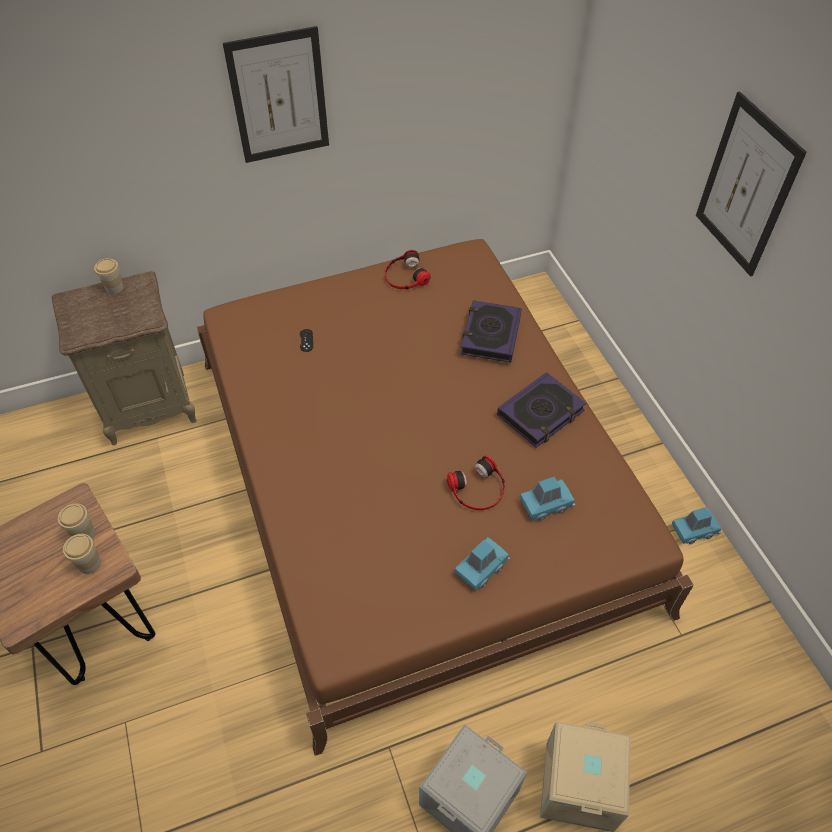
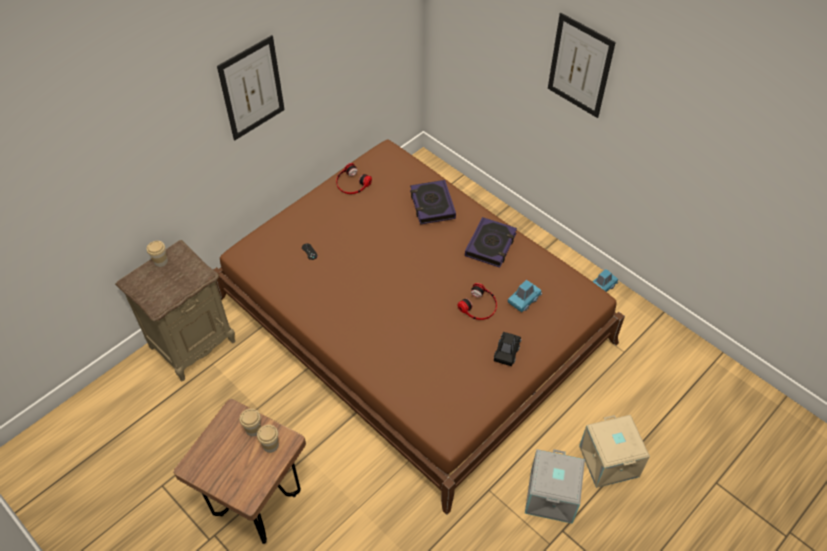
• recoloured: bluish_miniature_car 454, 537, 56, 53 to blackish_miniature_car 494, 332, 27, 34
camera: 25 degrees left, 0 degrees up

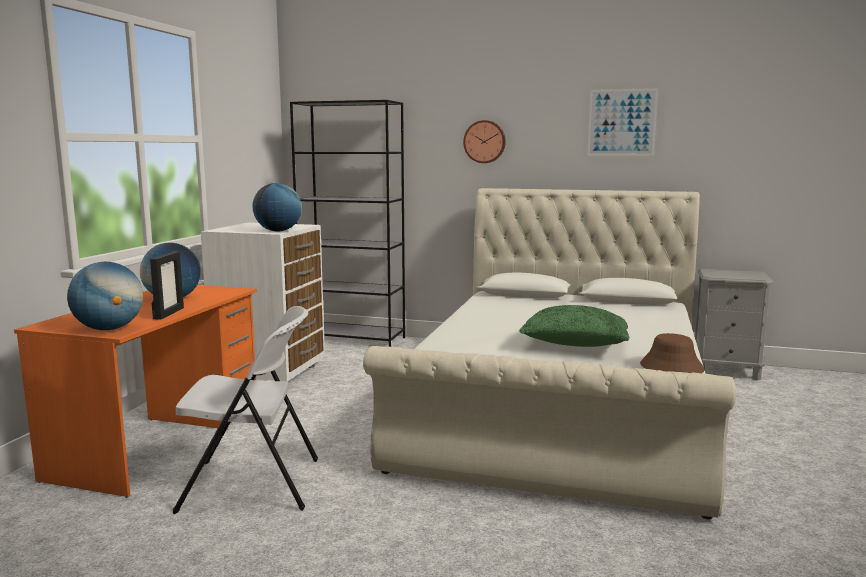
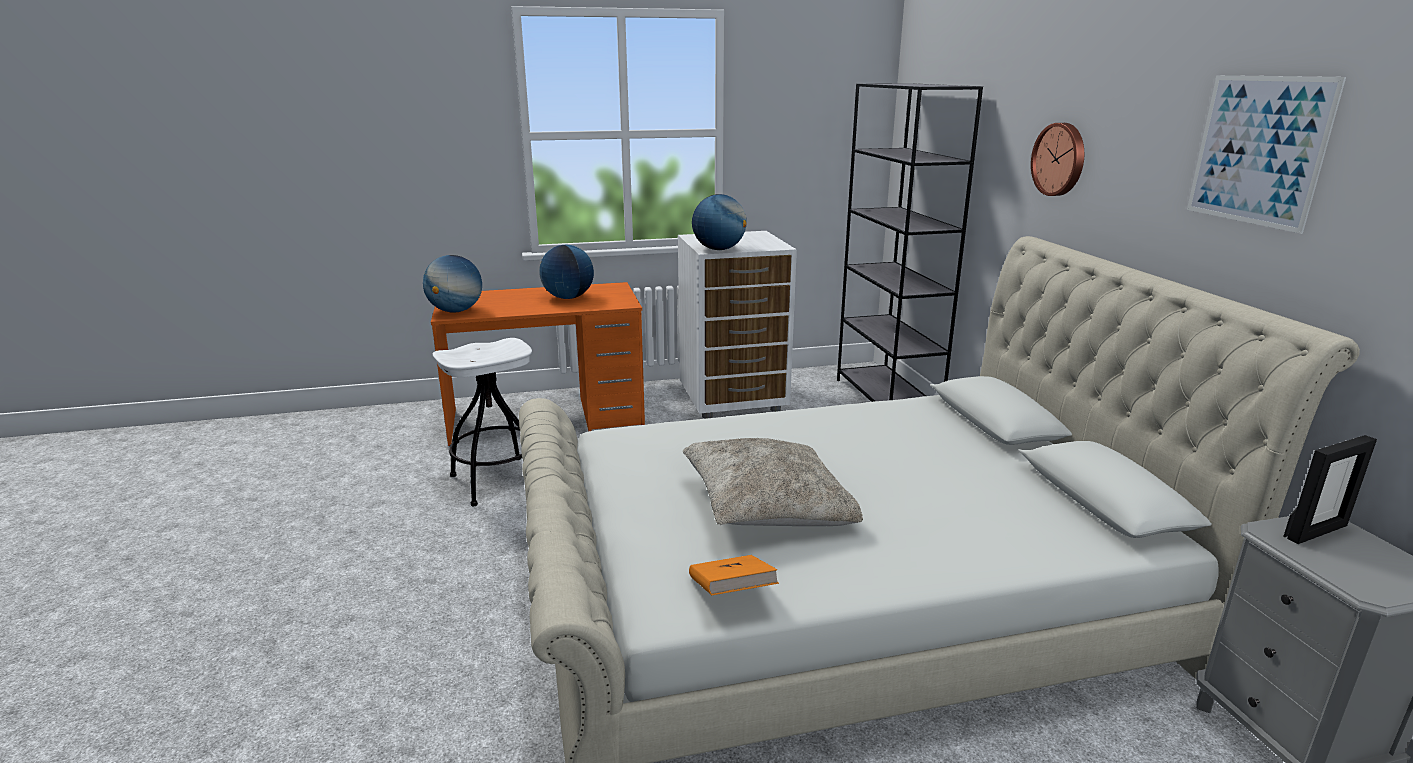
• moved: picture_frame 150, 252, 34, 68 to 1283, 435, 94, 109
• recoloured: greenish_throw_pillow 520, 305, 109, 42 to beige_throw_pillow 683, 438, 180, 88
• replaced: whitish_chair 173, 306, 145, 208 to whitish_stool_seat 433, 338, 99, 168
• replaced: brown-coloured_clothing_hat 640, 333, 65, 40 to orangey_volume 689, 555, 90, 40
camera: 60 degrees right, 10 degrees up

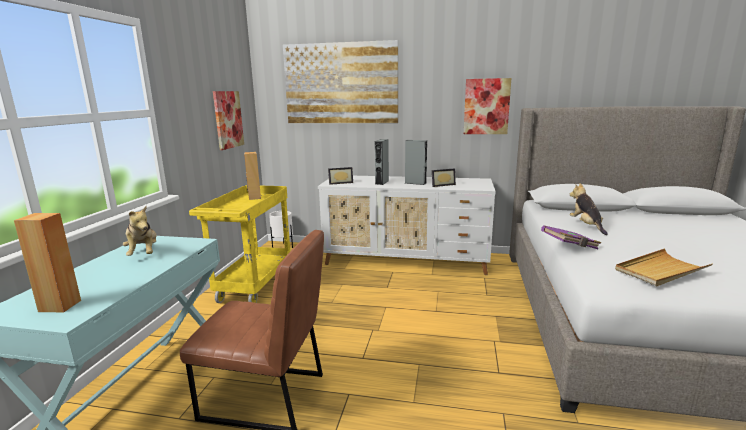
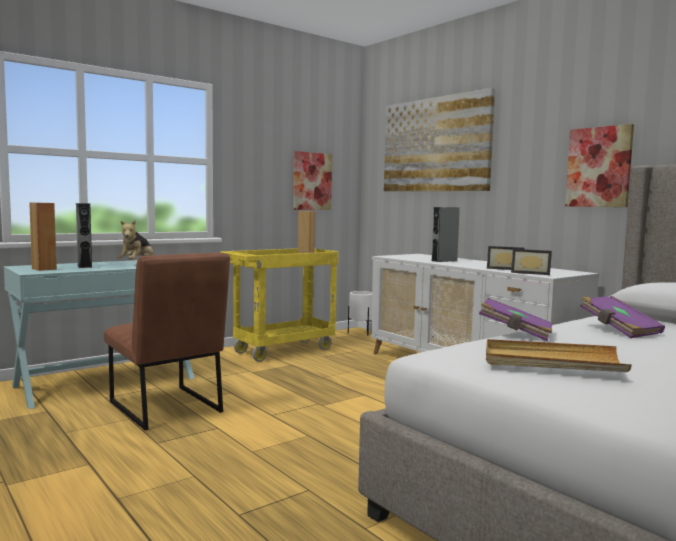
• moved: grey_loudspeaker 404, 140, 23, 45 to 76, 203, 16, 65
• moved: picture_frame 328, 167, 25, 18 to 511, 249, 41, 26
• replaced: soft_toy 570, 183, 38, 52 to purplish_volume 580, 296, 85, 42
camera: 40 degrees right, 10 degrees down

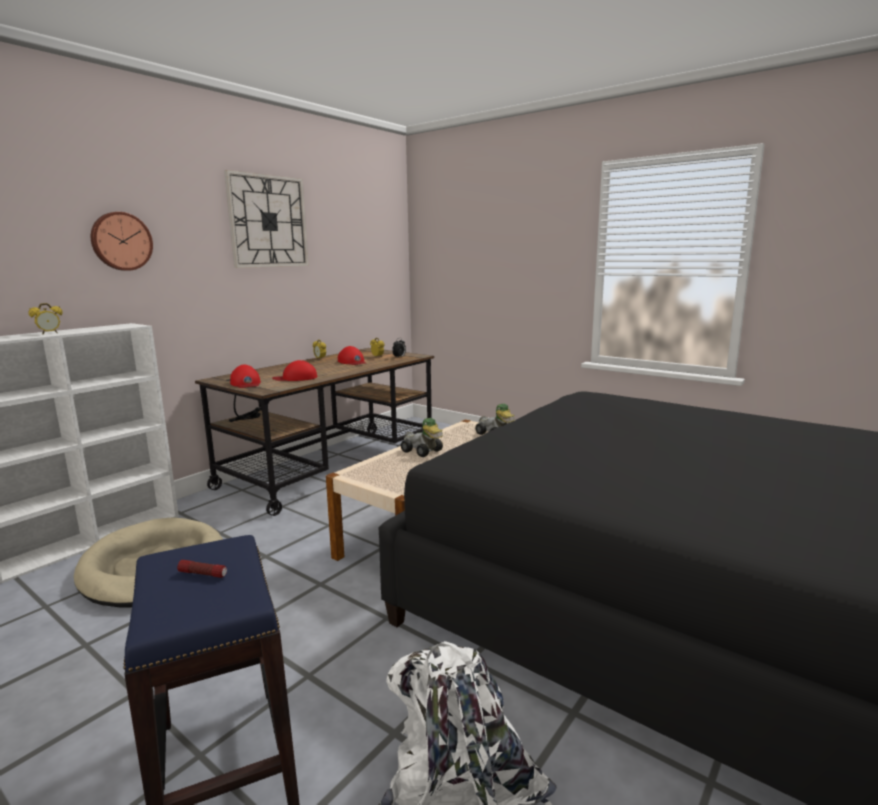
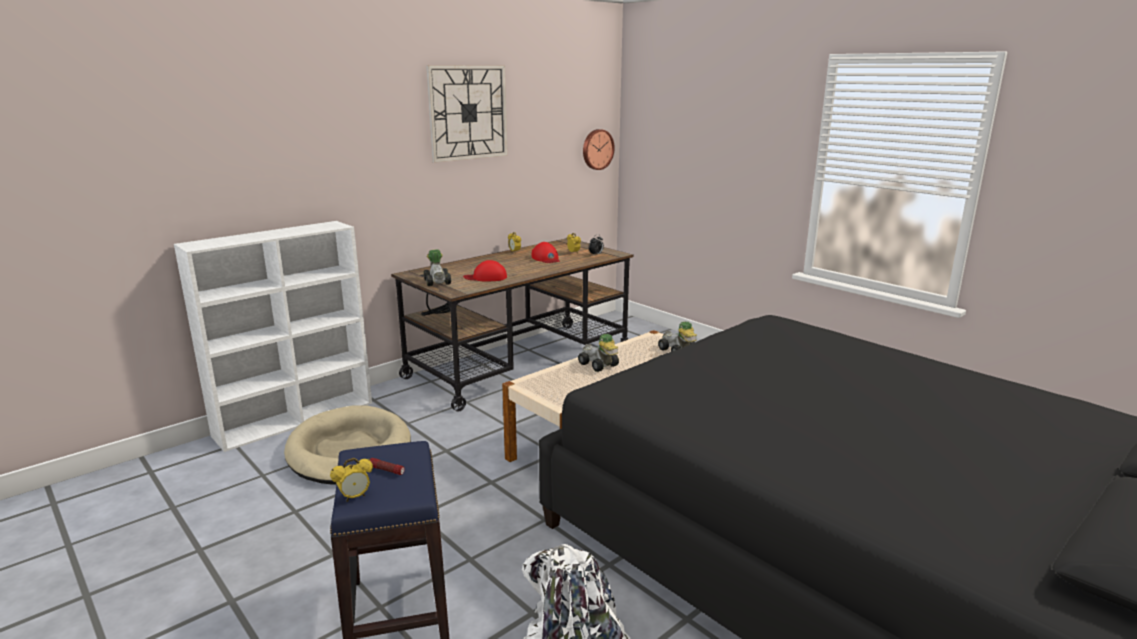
• moved: hanging_clock 91, 212, 62, 59 to 583, 129, 32, 41
• moved: alarm_clock 28, 303, 35, 31 to 330, 458, 43, 44
• replaced: red_baseball_cap 230, 365, 31, 23 to miniature_car 424, 250, 27, 36
camera: 10 degrees right, 5 degrees up

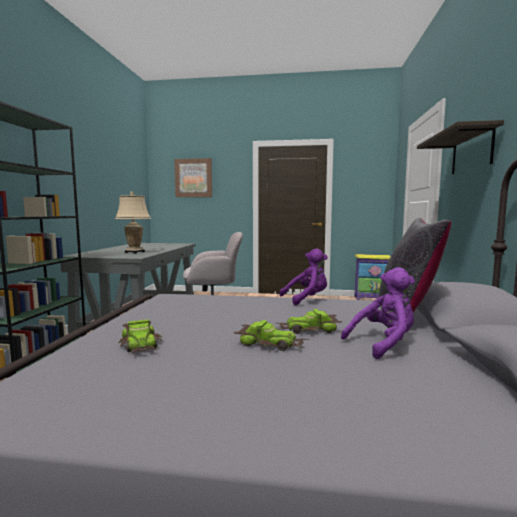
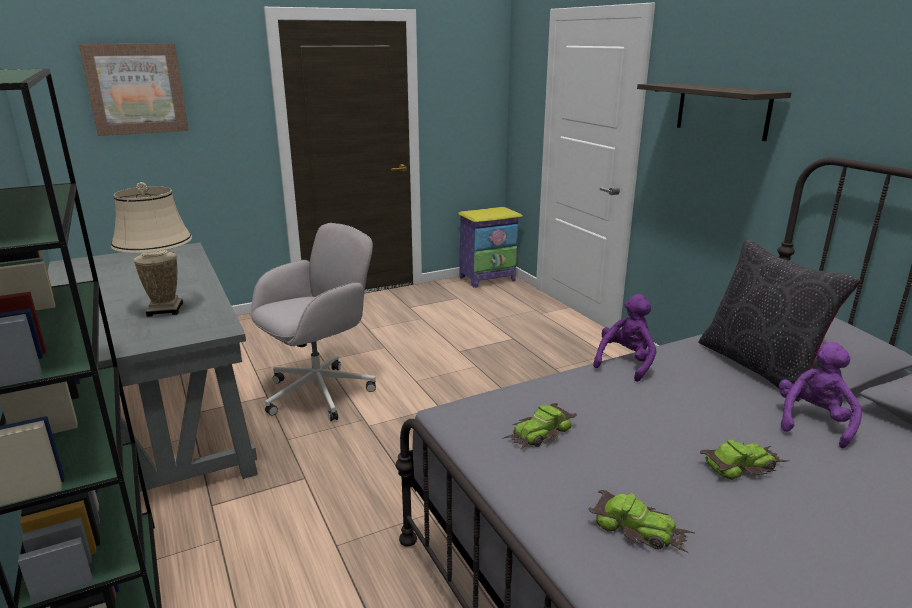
• moved: miniature_car 278, 309, 65, 25 to 504, 403, 73, 47
camera: 35 degrees left, 15 degrees up

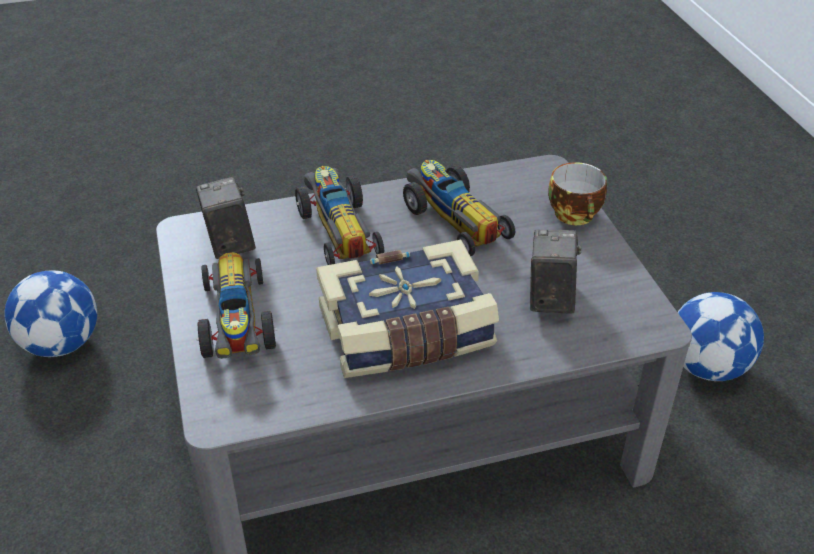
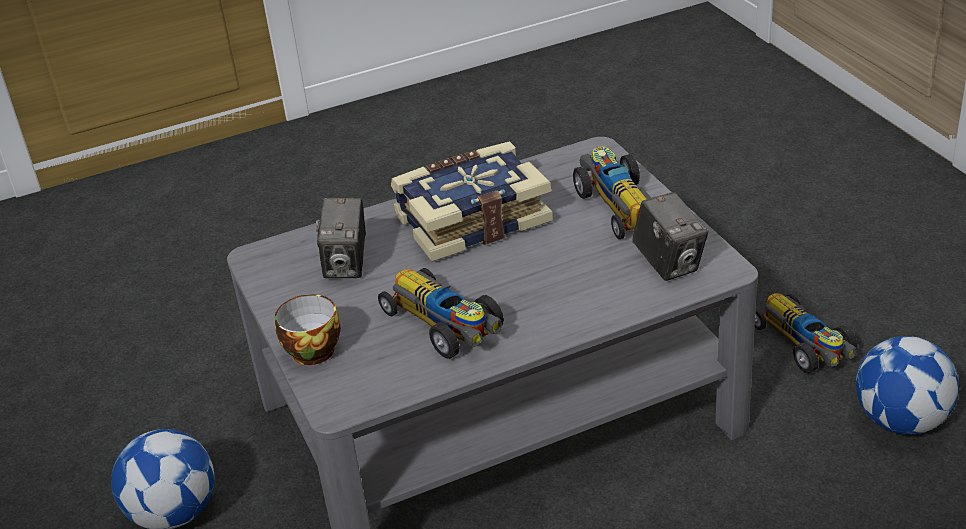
• moved: miniature_car 295, 166, 89, 99 to 755, 293, 102, 81
camera: 175 degrees right, 5 degrees down

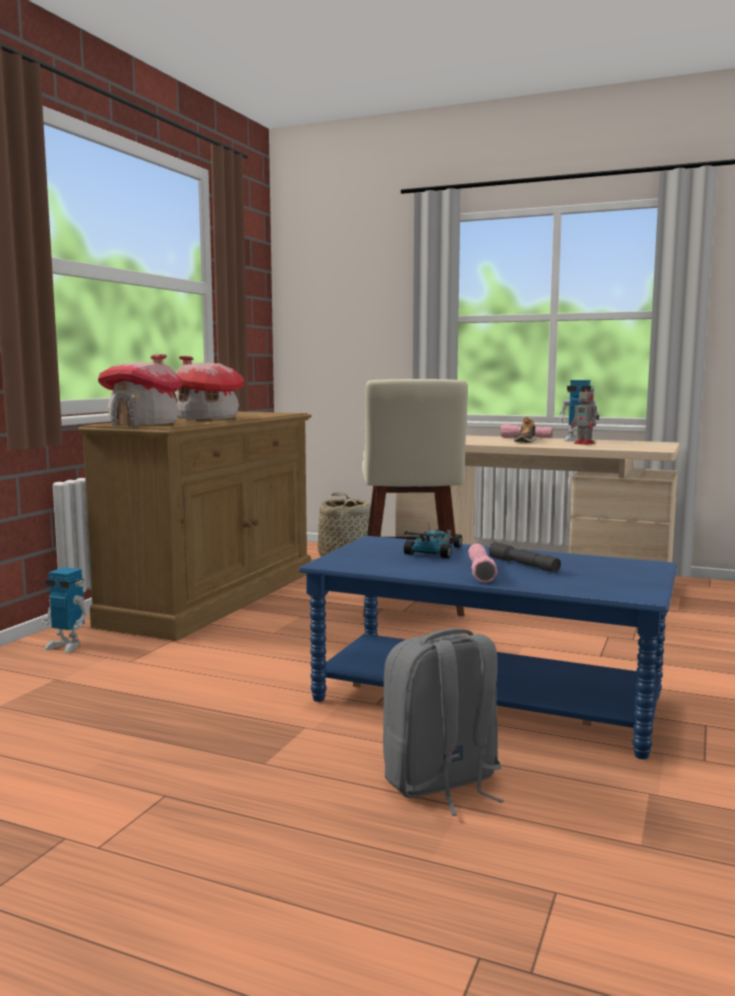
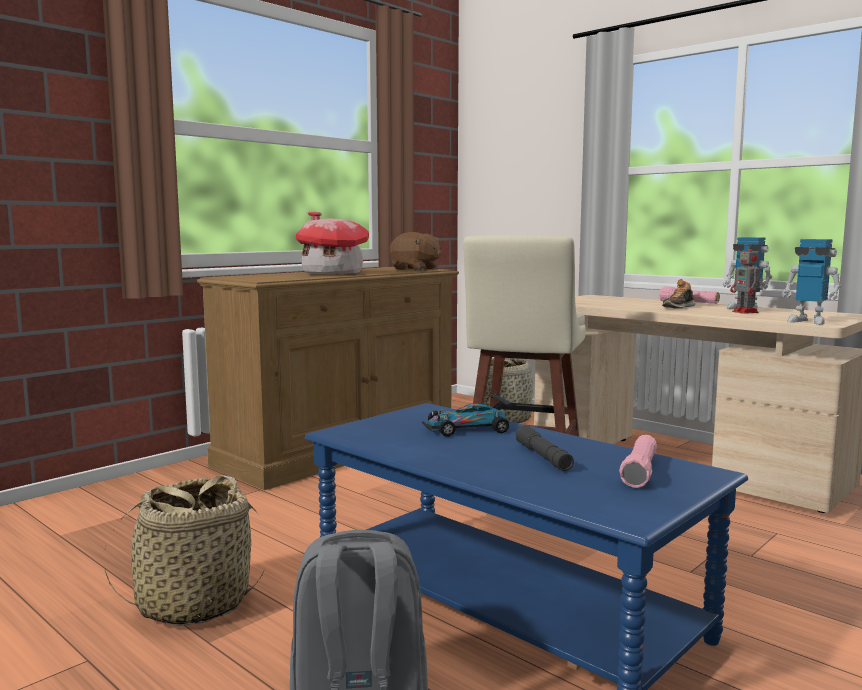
• removed: miniature_house 98, 354, 85, 73
• turned: miniature_car 404, 524, 58, 34 = 422, 394, 94, 43 150 degrees counterclockwise
• moved: pinkish_hand_torch 468, 544, 29, 39 to 619, 435, 38, 53
• moved: robot_figure 42, 567, 46, 86 to 782, 239, 60, 86
• added: brown-coloured_soft_toy 390, 232, 51, 39
• added: storage_basket 104, 475, 161, 151
camera: 20 degrees right, 0 degrees up

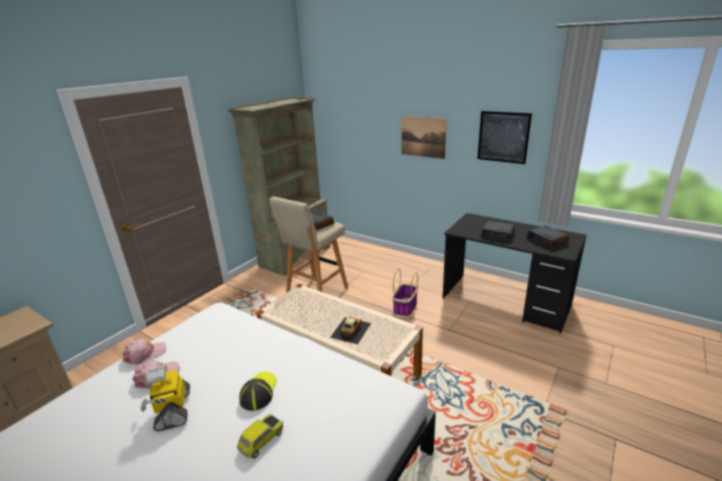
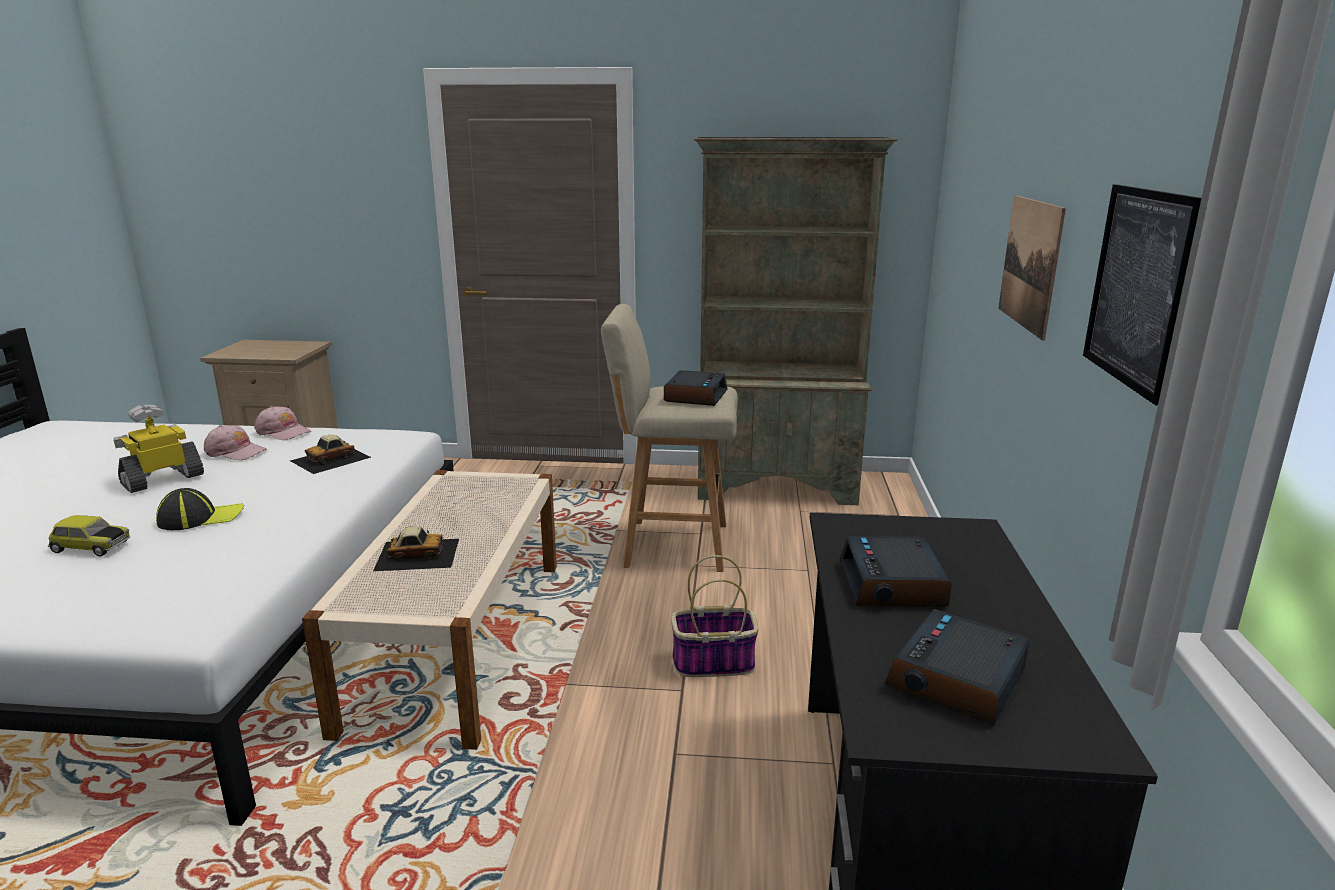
• added: miniature_car 290, 435, 81, 39
camera: 60 degrees right, 5 degrees down

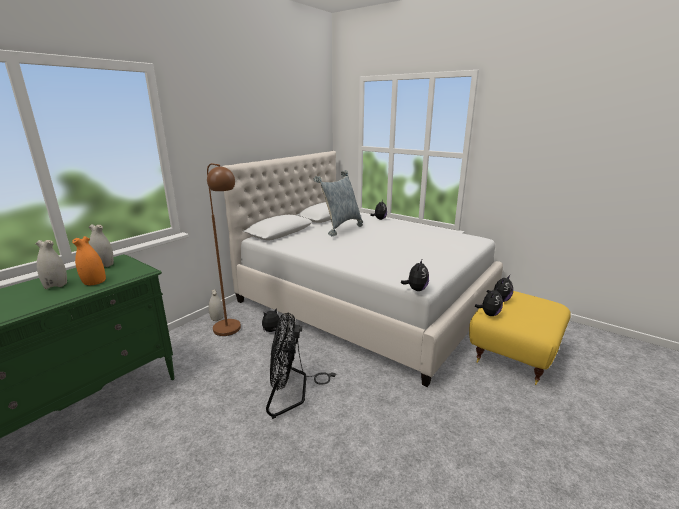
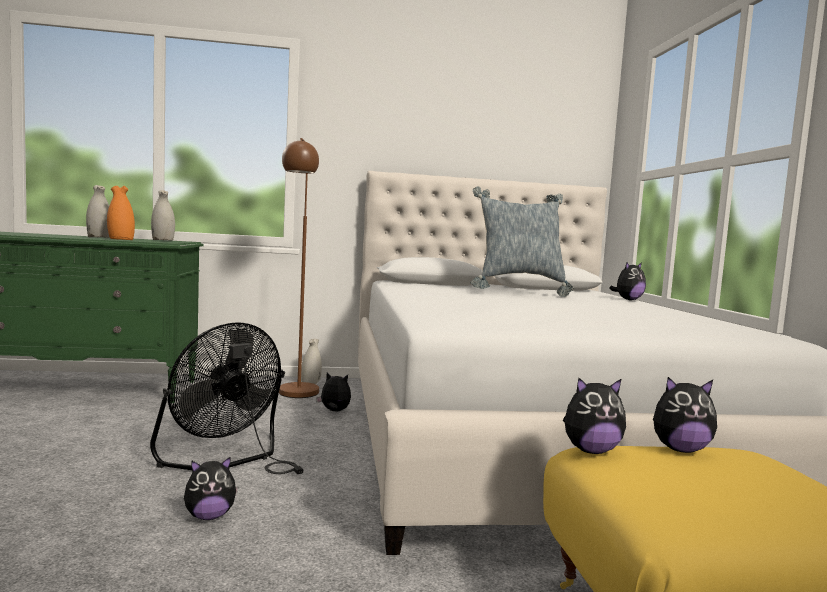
• moved: soft_toy 401, 260, 28, 31 to 184, 456, 55, 64
camera: 45 degrees right, 15 degrees down

